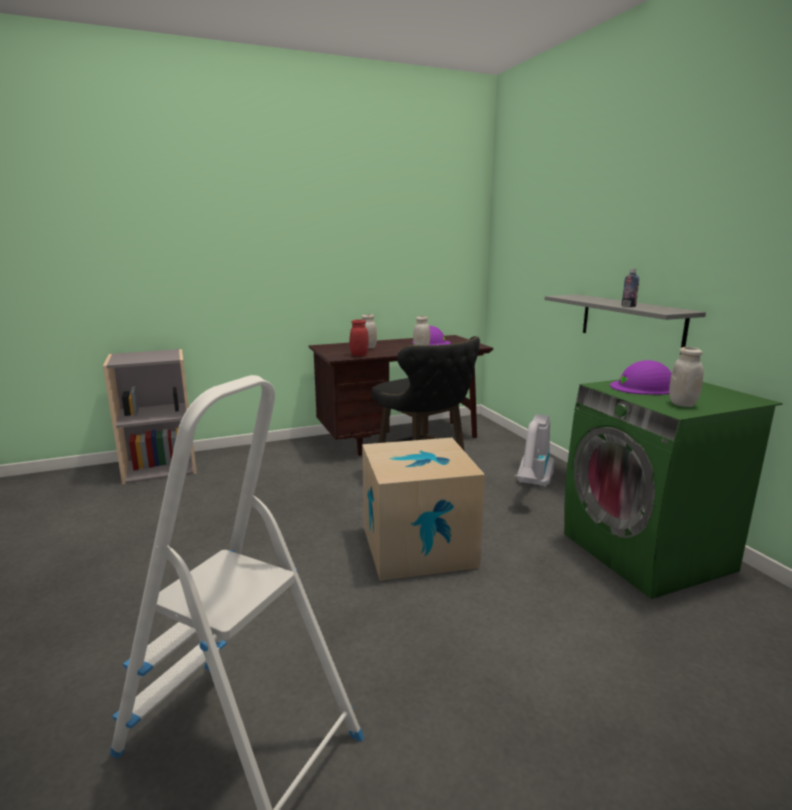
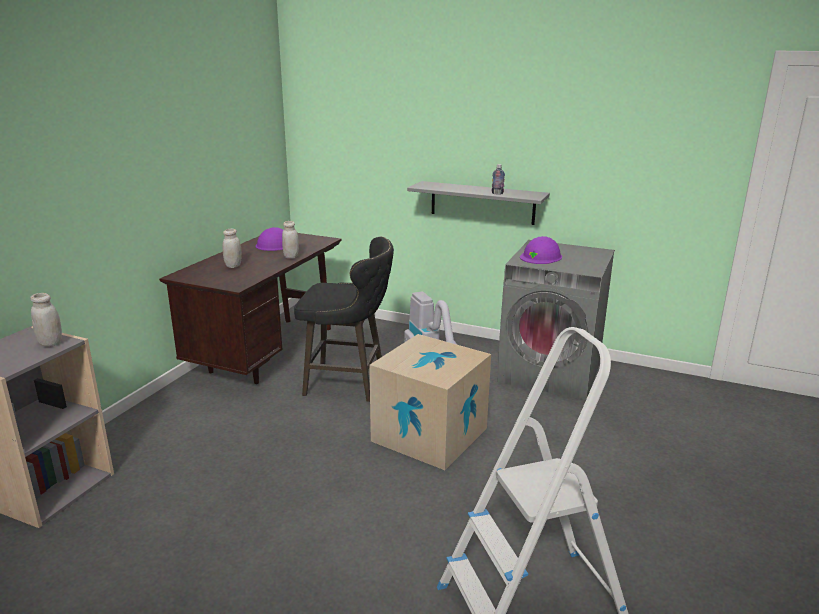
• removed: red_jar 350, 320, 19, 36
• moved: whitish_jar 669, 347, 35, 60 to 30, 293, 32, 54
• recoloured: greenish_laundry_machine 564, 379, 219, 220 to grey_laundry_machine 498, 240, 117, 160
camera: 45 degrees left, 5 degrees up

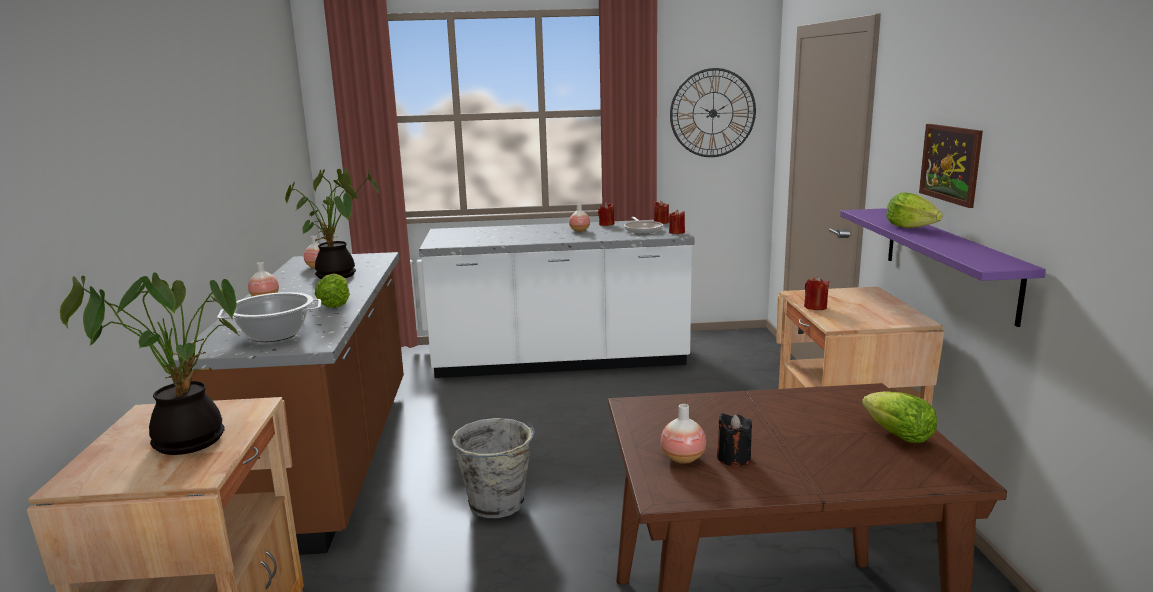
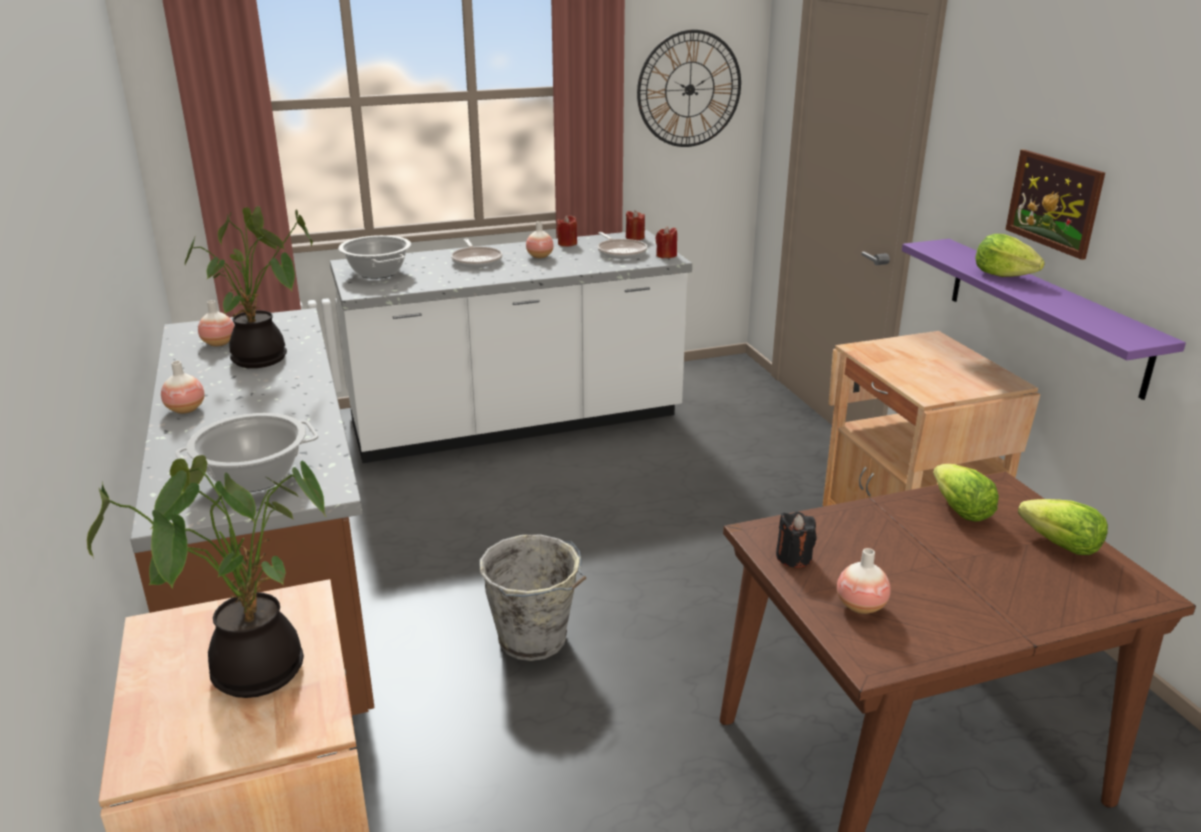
• moved: lettuce_head 315, 274, 35, 34 to 933, 464, 66, 58
• removed: red_wax_light 804, 276, 25, 34
• moved: blackish_wax_light 717, 413, 35, 54 to 776, 512, 41, 56
• added: stockpot 338, 235, 73, 44
• added: frying_pan 451, 239, 52, 29
camera: 15 degrees left, 10 degrees up

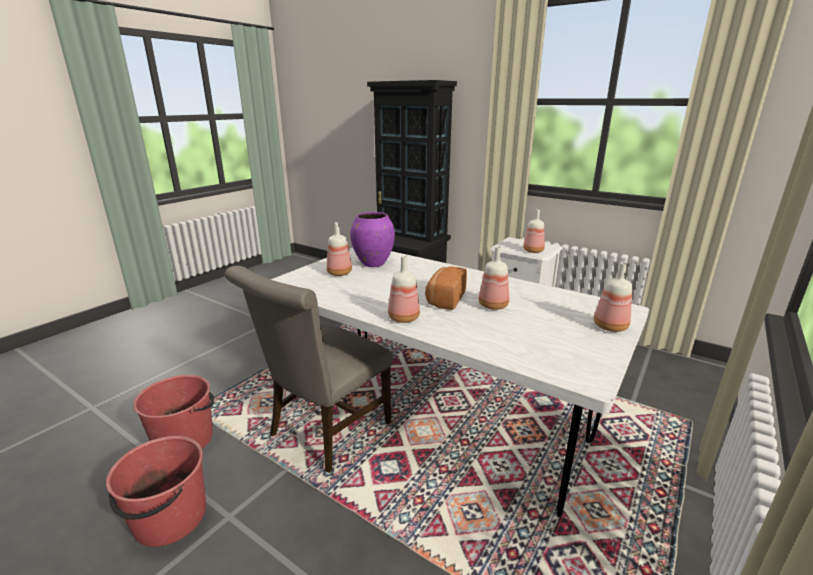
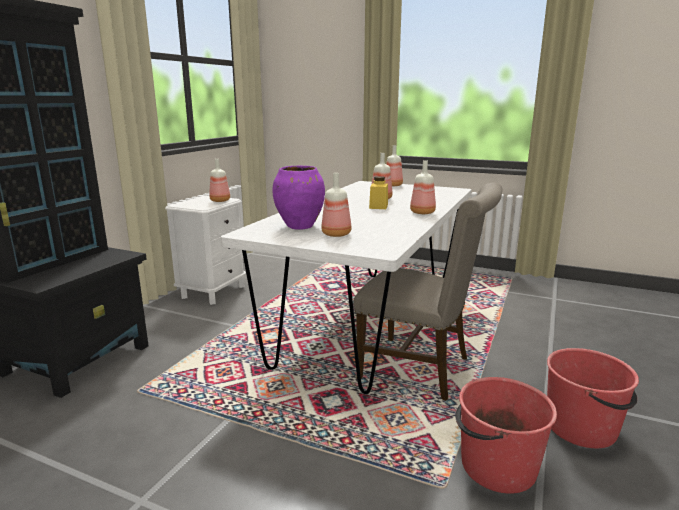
• replaced: bakery_bread 425, 266, 42, 44 to yellowish_jar 369, 176, 19, 33
camera: 100 degrees left, 5 degrees down

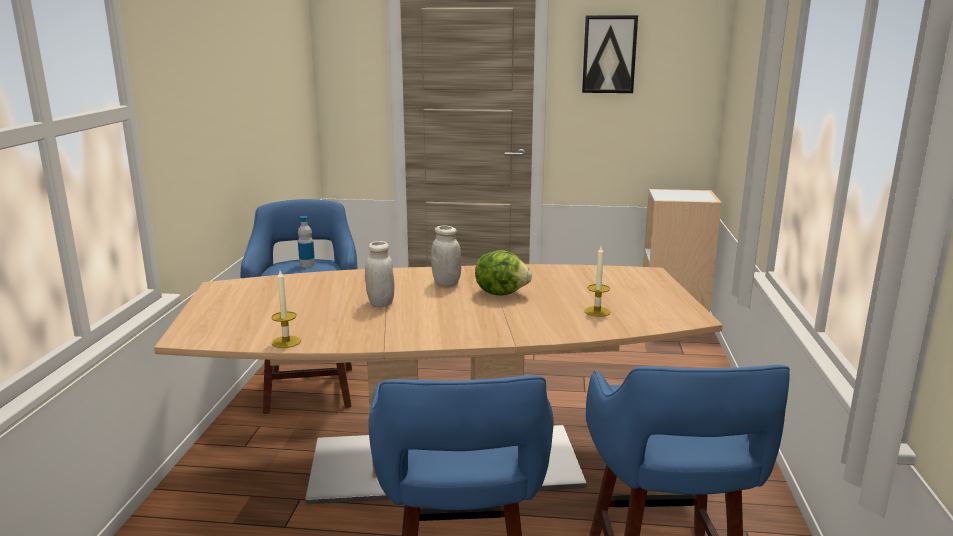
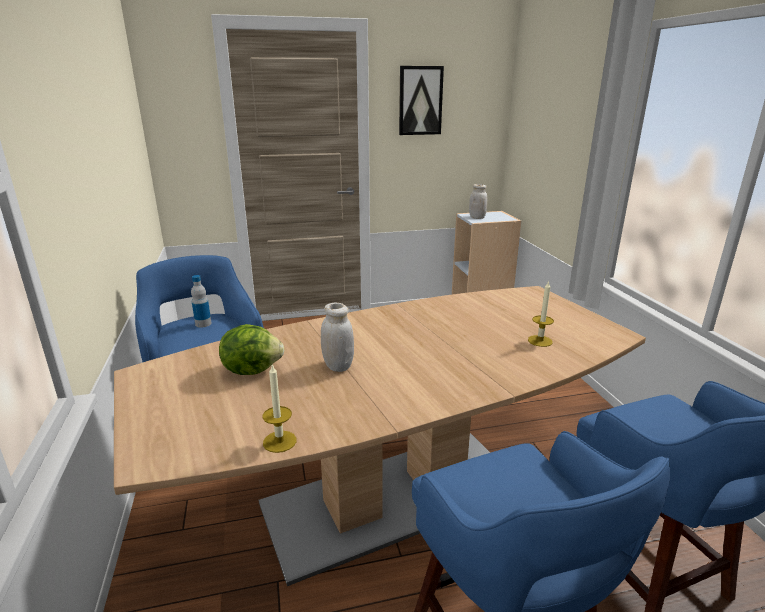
• moved: whitish_jar 431, 225, 30, 62 to 469, 184, 19, 35
• moved: lettuce_head 475, 250, 57, 45 to 219, 324, 66, 51
camera: 20 degrees left, 5 degrees up

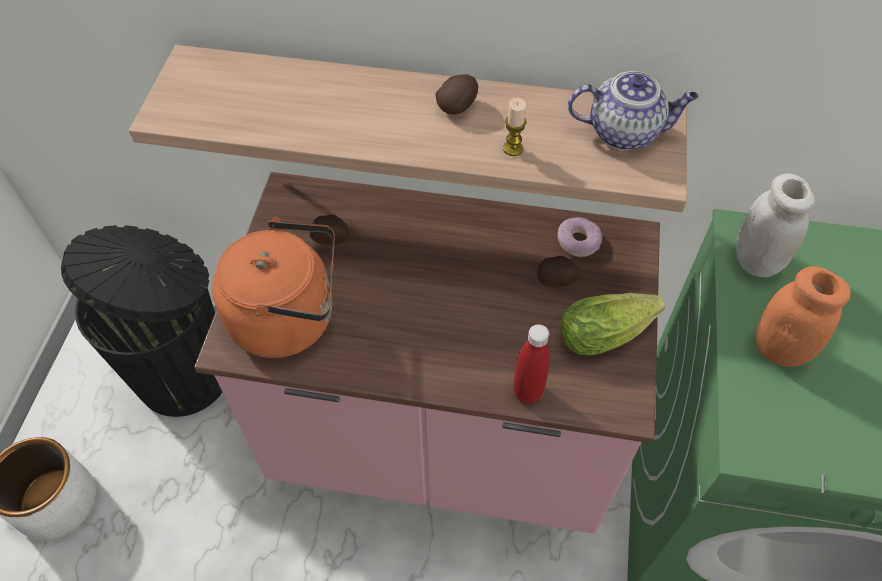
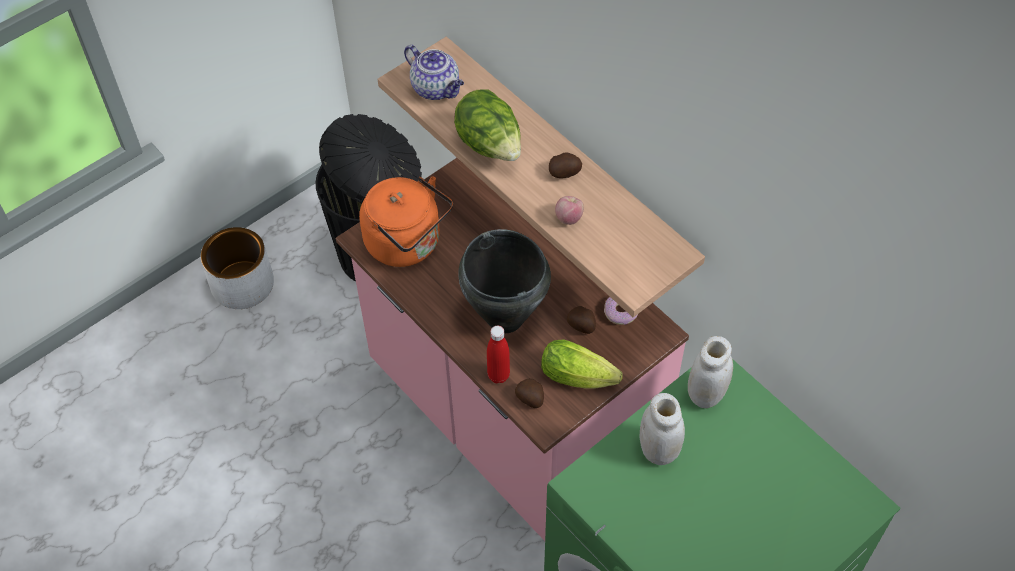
• moved: teapot 568, 71, 131, 79 to 404, 45, 60, 55
• replaced: wax_light 503, 98, 23, 58 to apple_fruit 555, 196, 29, 29
• moved: spud 310, 214, 39, 31 to 515, 378, 29, 30
• recoloured: orangey_jar 755, 266, 96, 101 to whitish_jar 640, 393, 45, 72
• added: lettuce_head 454, 89, 67, 72
• added: blackish_stockpot 458, 229, 93, 104
camera: 40 degrees right, 0 degrees up

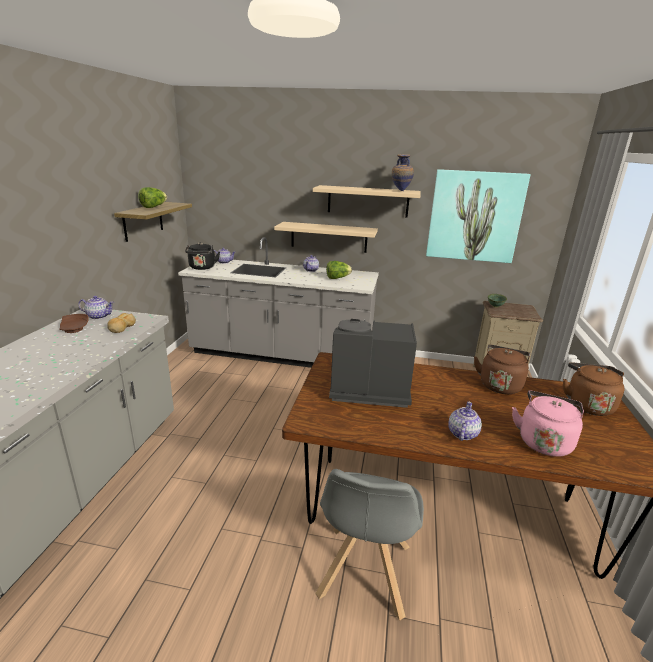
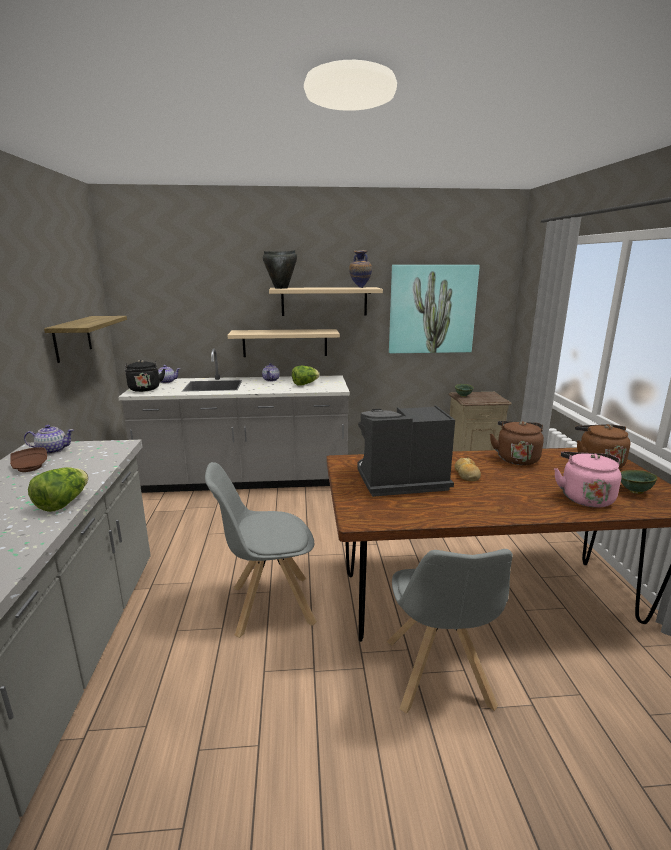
• moved: lettuce_head 138, 187, 29, 21 to 28, 467, 60, 45
• moved: bakery_bread 107, 313, 29, 20 to 454, 457, 27, 24
• removed: teapot 448, 401, 34, 40
• added: blackish_stockpot 263, 250, 34, 39
• added: grey_chair 205, 462, 112, 176
• added: greenish_bowl 621, 470, 36, 24
camera: 15 degrees left, 5 degrees down

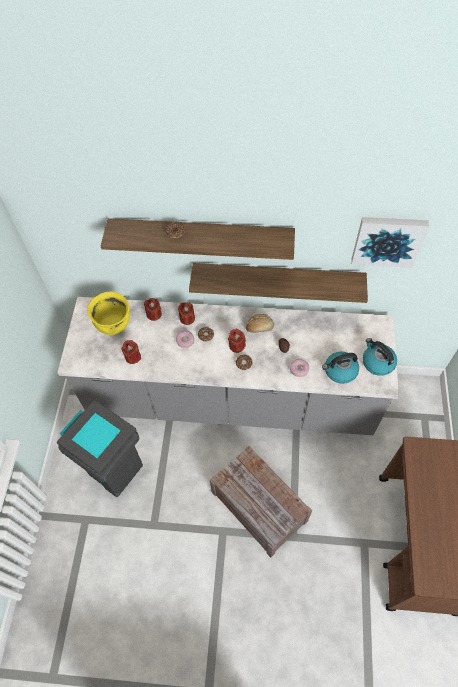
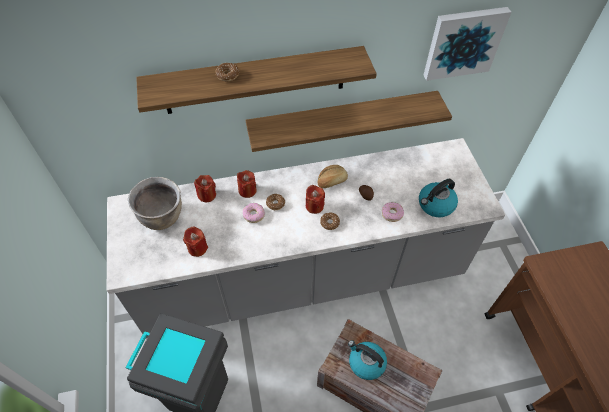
• recoloured: yellowish_stockpot 88, 291, 42, 44 to brown-coloured_stockpot 128, 177, 54, 53
• moved: water_kettle 363, 338, 34, 38 to 348, 340, 39, 40
camera: 20 degrees left, 5 degrees down

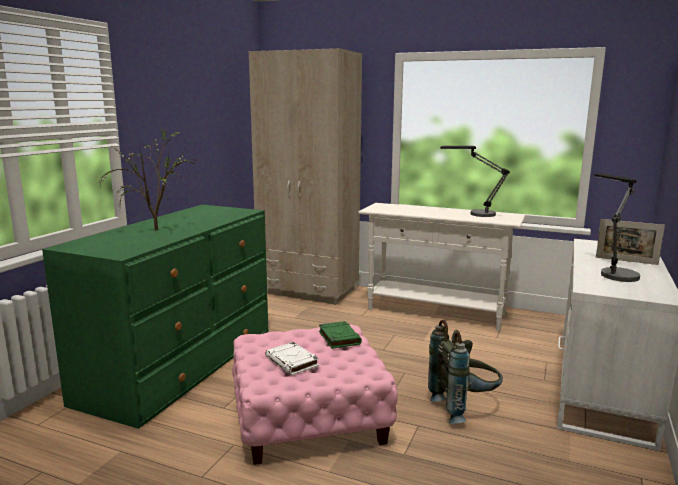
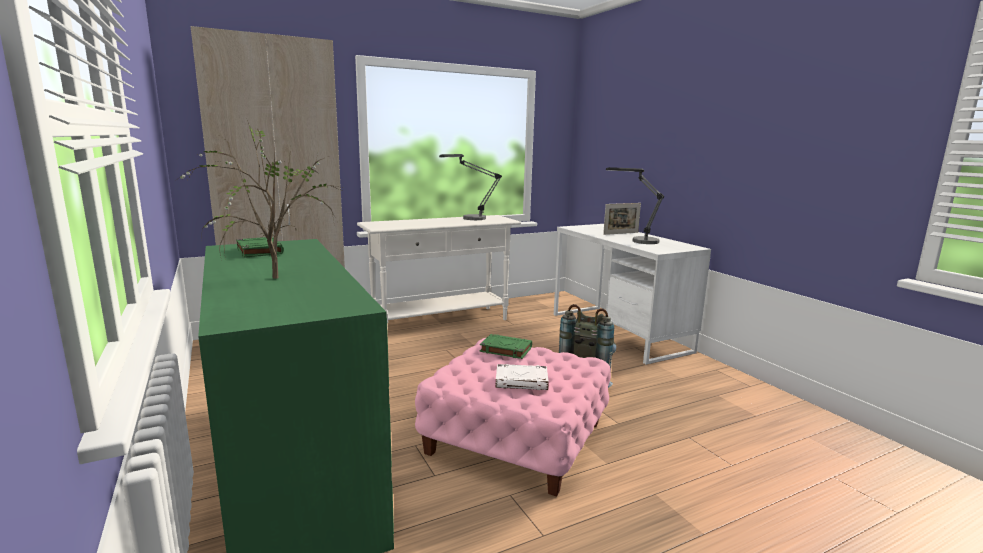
• added: greenish_volume 236, 237, 48, 21
camera: 50 degrees left, 0 degrees up

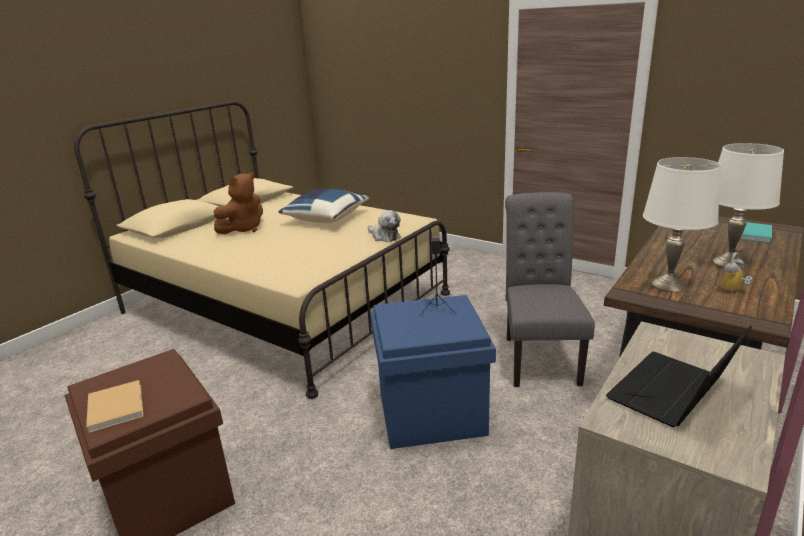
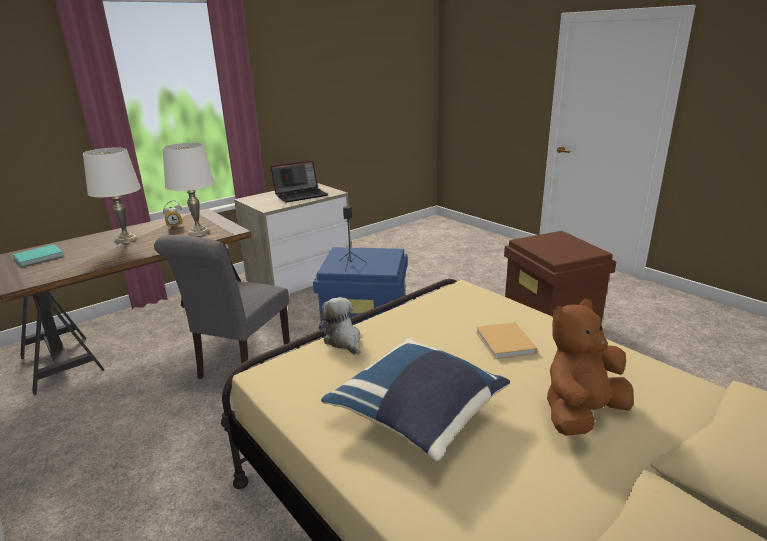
• moved: beige_volume 86, 380, 58, 53 to 476, 322, 61, 37
camera: 165 degrees left, 0 degrees up

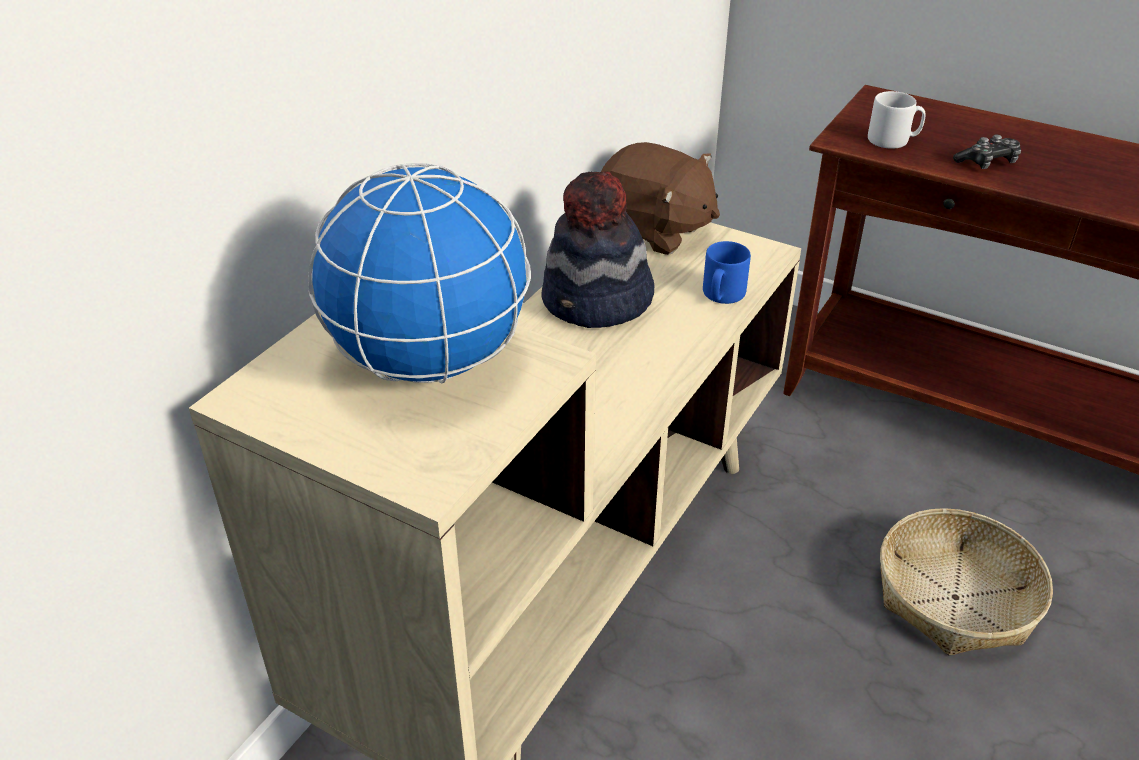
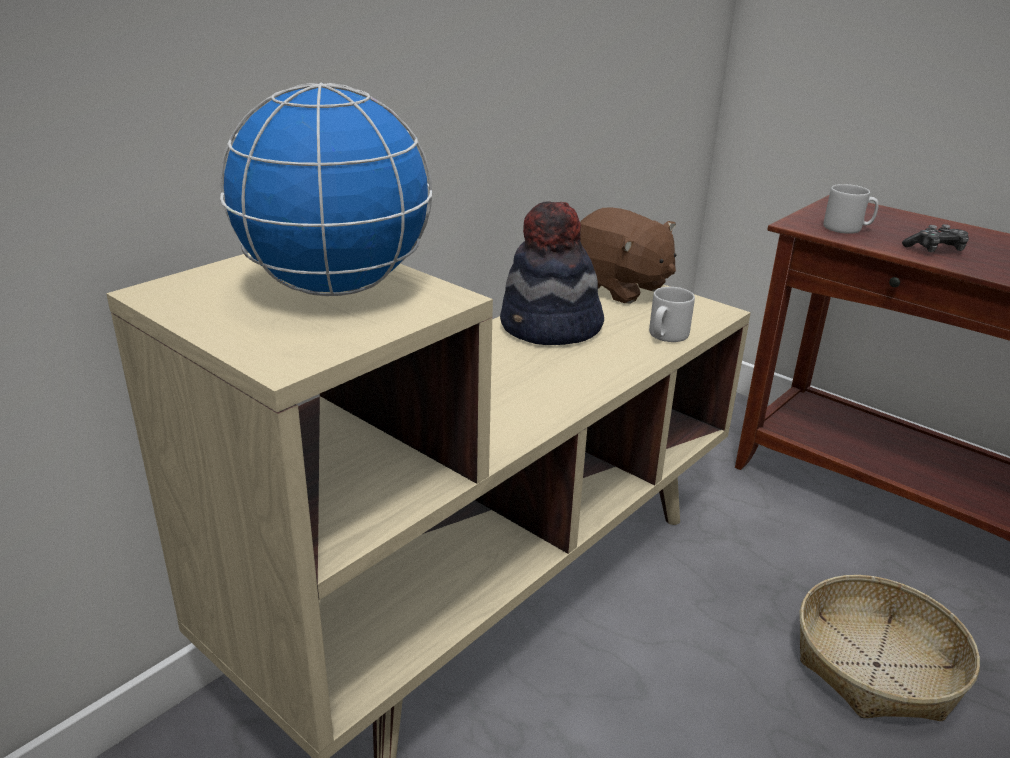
• recoloured: bluish_mug 703, 241, 48, 63 to grey_mug 649, 287, 46, 55
camera: 10 degrees right, 10 degrees down

